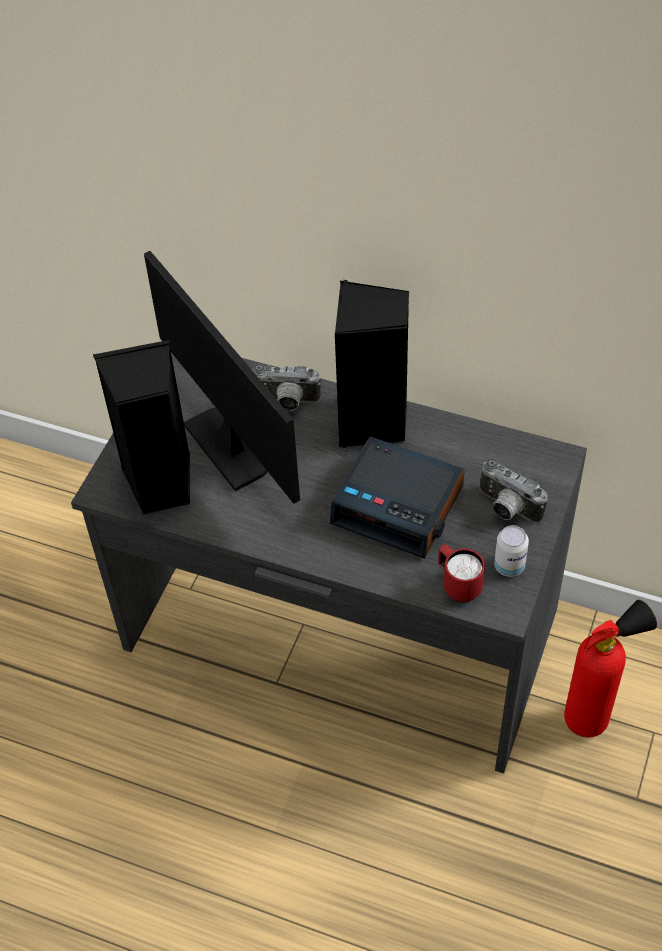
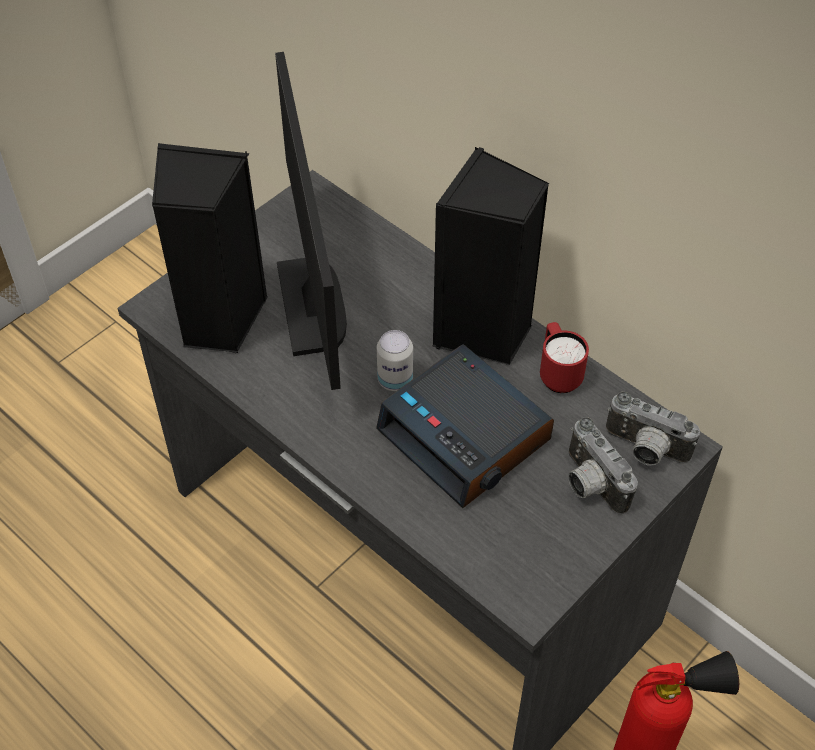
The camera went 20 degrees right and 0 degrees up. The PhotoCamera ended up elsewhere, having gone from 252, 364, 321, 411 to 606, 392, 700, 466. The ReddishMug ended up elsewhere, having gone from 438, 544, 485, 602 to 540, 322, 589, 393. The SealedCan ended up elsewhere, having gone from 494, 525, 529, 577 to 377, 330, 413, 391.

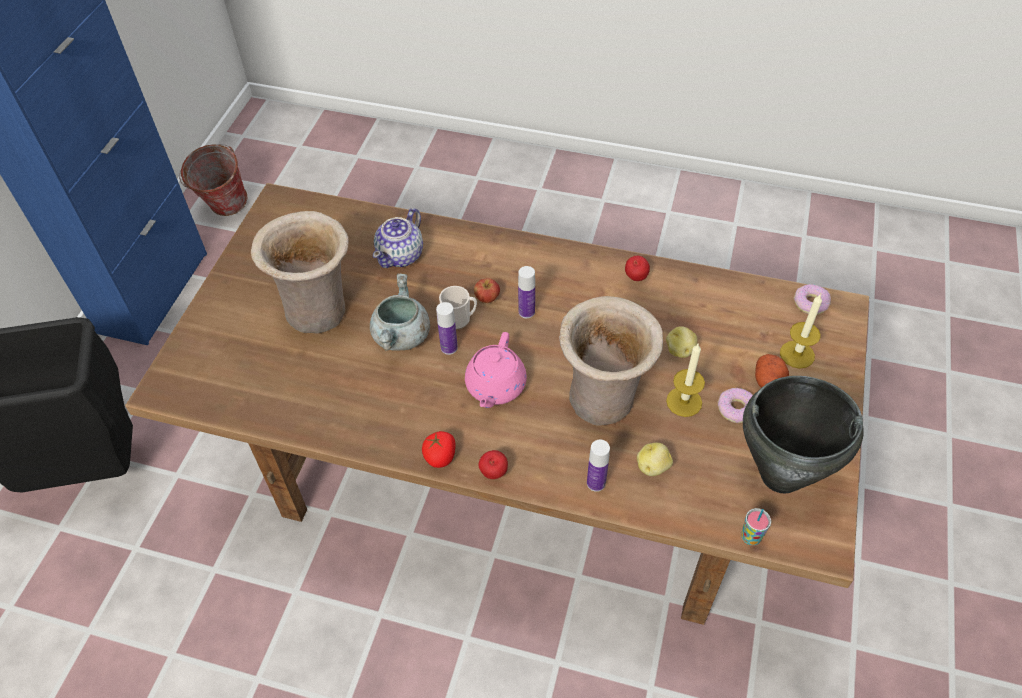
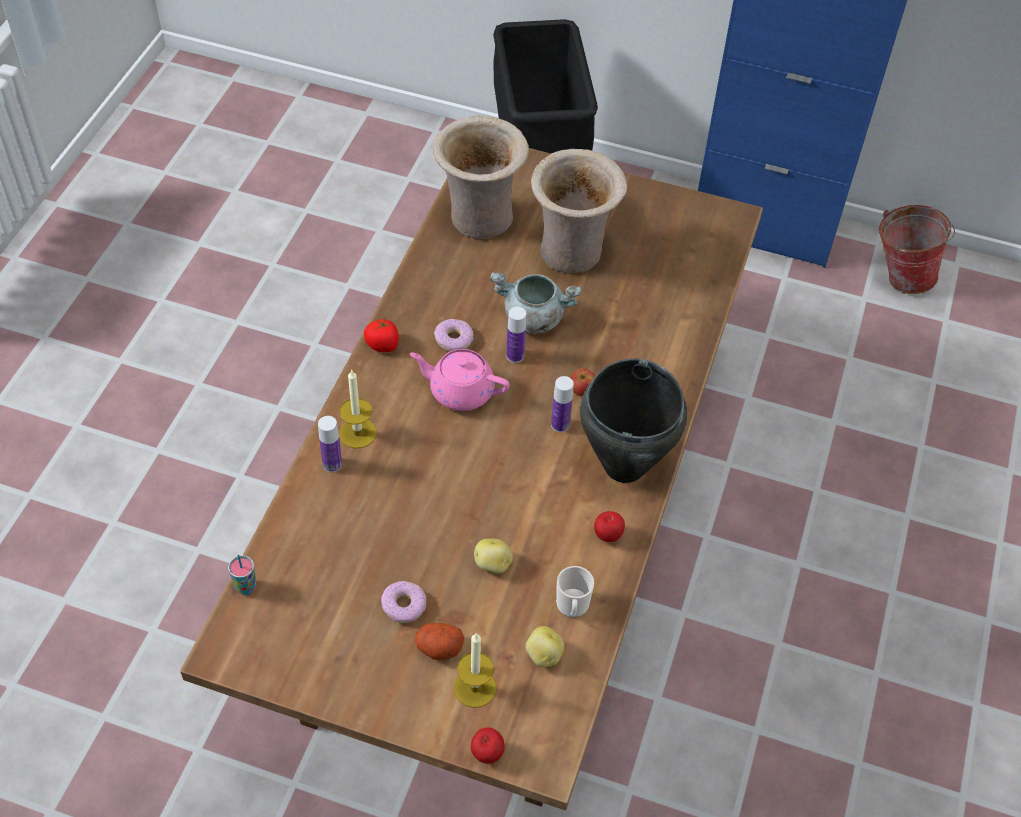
The camera went 90 degrees right and 0 degrees up. The second view lost the PotForTea at 373, 208, 423, 268. The Mug ended up elsewhere, having gone from 439, 286, 477, 330 to 556, 566, 594, 617. The AppleFruit ended up elsewhere, having gone from 479, 450, 508, 479 to 471, 727, 505, 764. The BeigeDecorativeVase ended up elsewhere, having gone from 559, 296, 663, 425 to 433, 116, 529, 239. The WholePotato ended up elsewhere, having gone from 637, 443, 673, 476 to 526, 626, 564, 667. The WaxLight ended up elsewhere, having gone from 666, 344, 705, 417 to 339, 369, 376, 448. The BlackStockpot ended up elsewhere, having gone from 743, 376, 864, 494 to 580, 359, 687, 483. The Donut ended up elsewhere, having gone from 794, 284, 831, 315 to 434, 319, 473, 351.

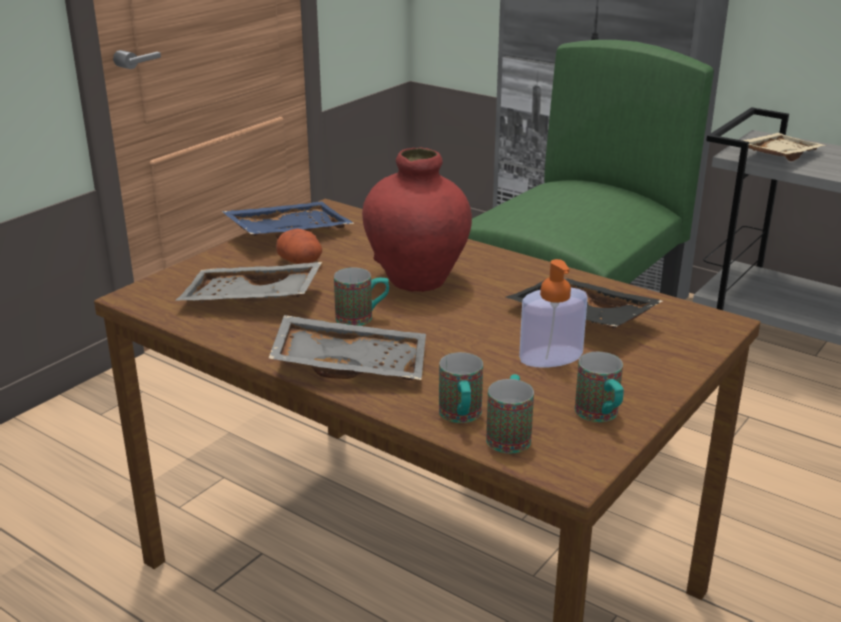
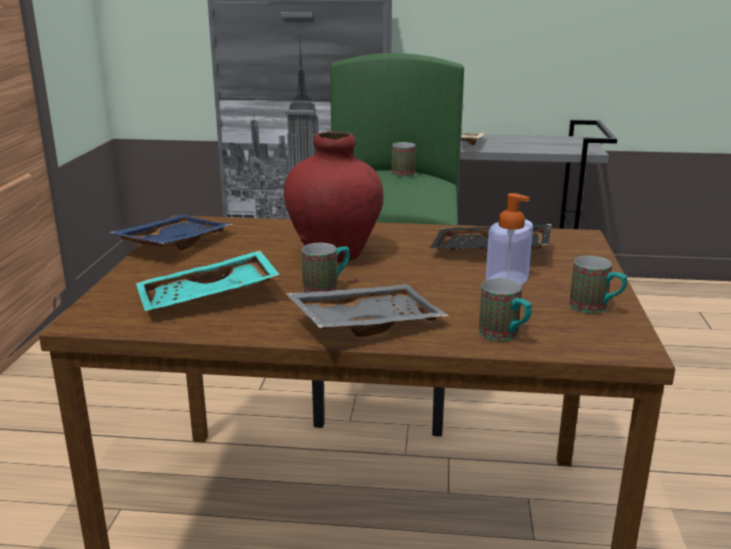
The camera went 30 degrees left and 5 degrees down. What was the GreyCarryingTray at 175, 262, 322, 303 turned into the TurquoiseColouredCarryingTray at 136, 250, 280, 311. The second view lost the WholePotato at 276, 228, 322, 264. The Mug ended up elsewhere, having gone from 486, 374, 534, 453 to 392, 142, 416, 177.

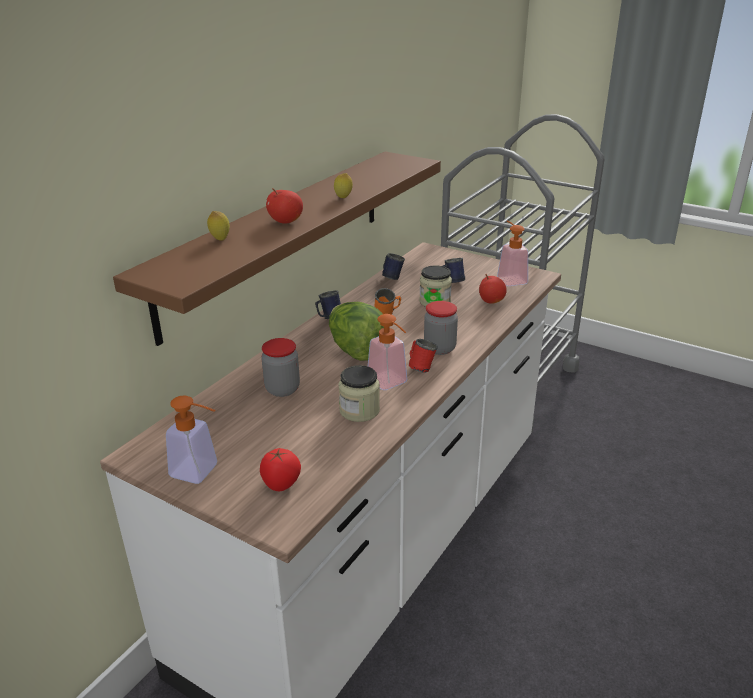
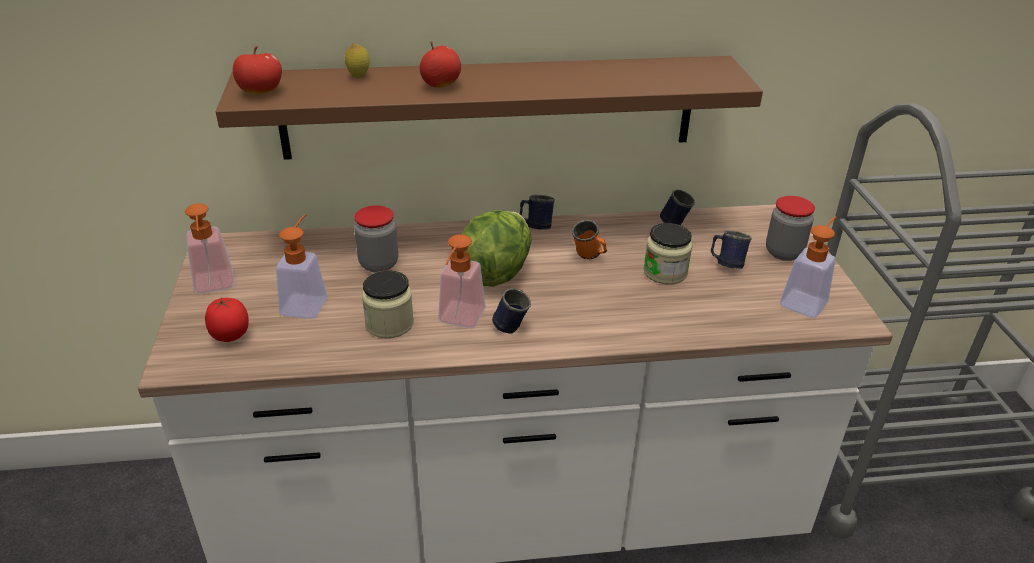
The camera went 50 degrees right and 5 degrees up. The second view lost the Lemon at 334, 173, 353, 198. What was the ReddishMug at 409, 339, 438, 373 turned into the BlueMug at 492, 289, 531, 334. The PreserveJar ended up elsewhere, having gone from 424, 301, 458, 355 to 766, 196, 815, 261. The AppleFruit ended up elsewhere, having gone from 479, 274, 507, 304 to 233, 46, 282, 94. The second view gained the SoapDispenser at 276, 214, 327, 319.

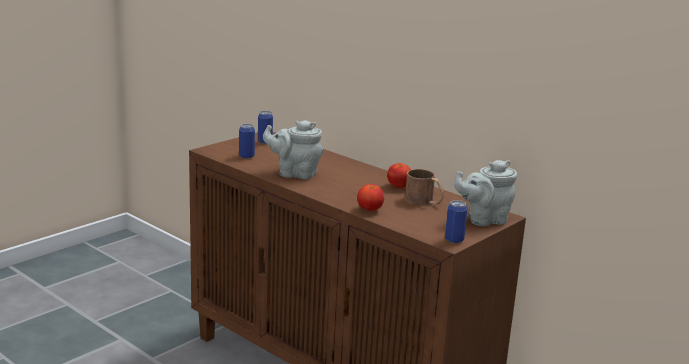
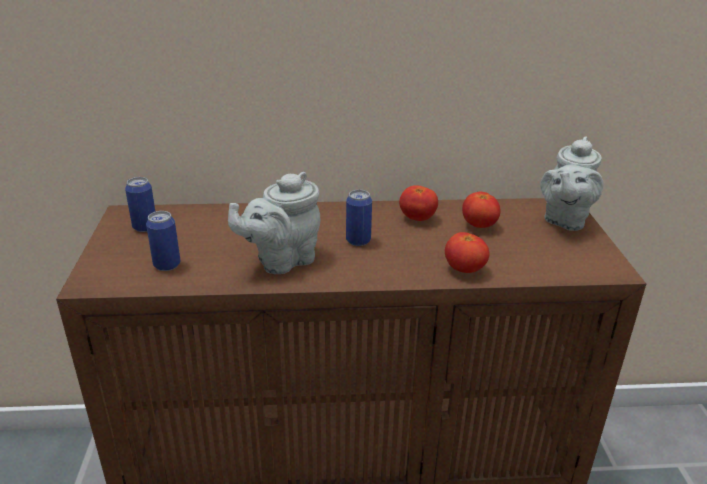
The camera went 45 degrees left and 10 degrees up. Where the BrownMug stood at 405, 169, 444, 205, the FreshTomato came to stand at 462, 192, 501, 228. The SealedCan ended up elsewhere, having gone from 445, 200, 467, 243 to 346, 190, 372, 246.

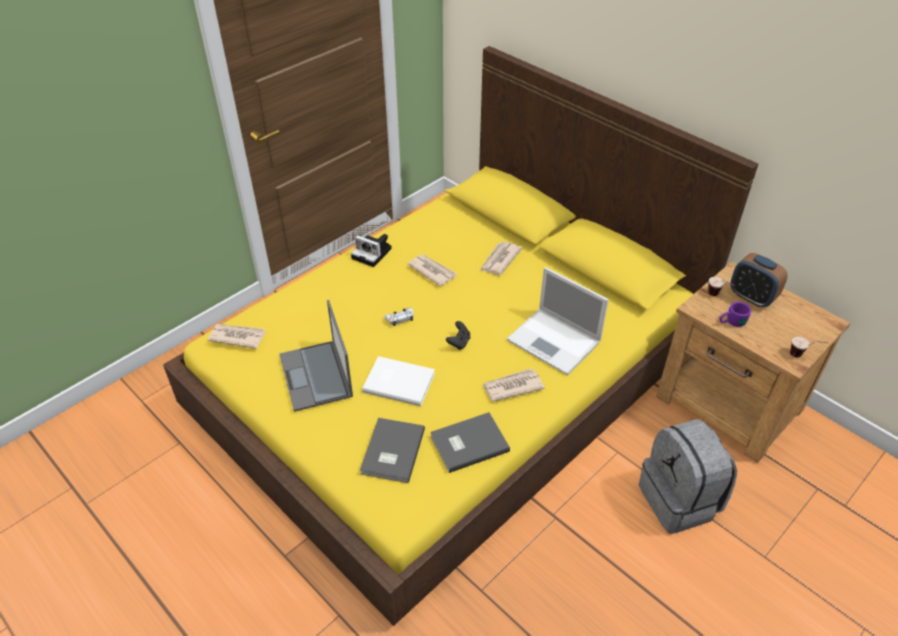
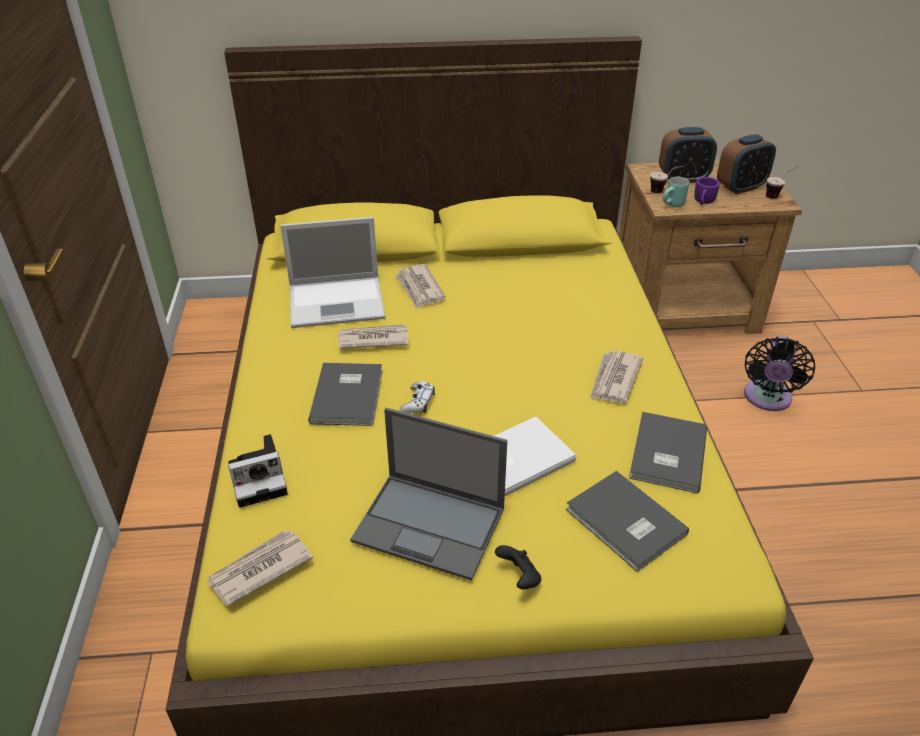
The camera went 50 degrees left and 5 degrees down. The PhotoCamera ended up elsewhere, having gone from 351, 234, 392, 267 to 228, 434, 288, 508. The BlackGamepad ended up elsewhere, having gone from 446, 321, 470, 350 to 495, 545, 541, 589. The PortableComputer ended up elsewhere, having gone from 507, 267, 609, 375 to 280, 217, 385, 328. Where the GreyBackpack stood at 639, 419, 737, 534, the BlackCoolingFan came to stand at 744, 336, 815, 411. The second view gained the GreyVolume at 308, 363, 382, 426. The second view gained the TurquoiseColouredMug at 663, 177, 689, 207. The second view gained the BedsideClock at 717, 134, 776, 194.

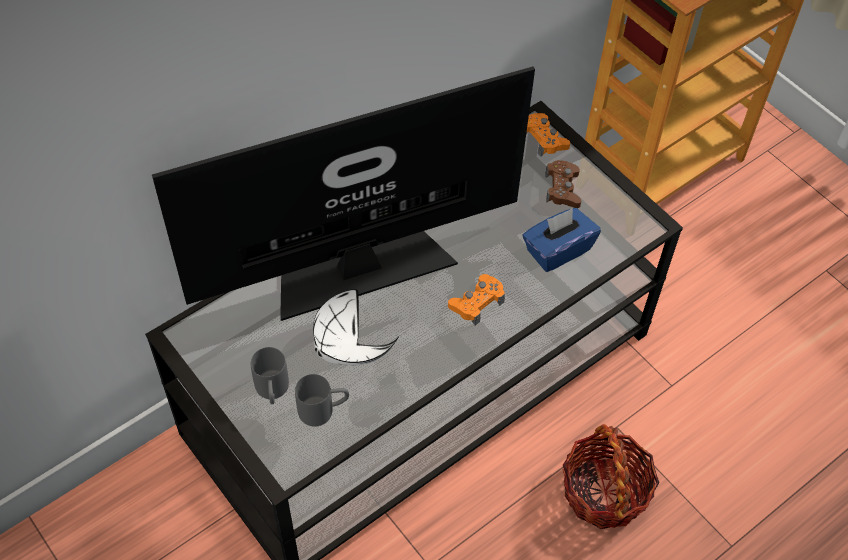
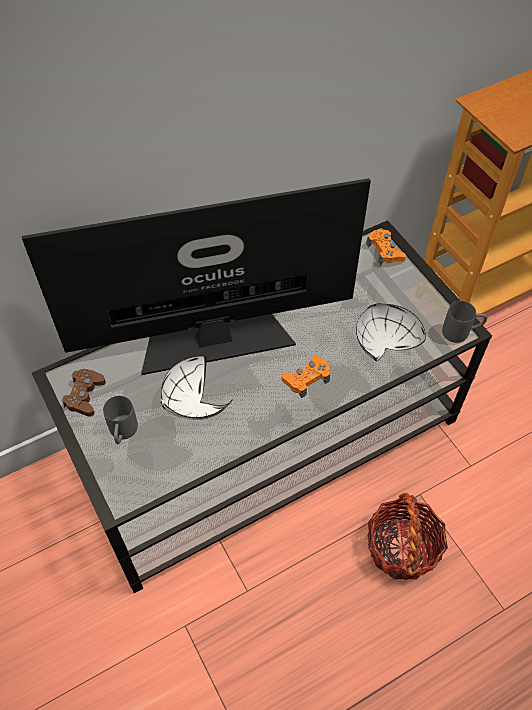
The camera went 10 degrees right and 0 degrees up. The GreyMug ended up elsewhere, having gone from 295, 374, 349, 427 to 442, 301, 487, 343. Where the BlueBoxOfTissues stood at 523, 208, 601, 272, the WhiteDeepDish came to stand at 356, 304, 426, 361. The BrownGamepad ended up elsewhere, having gone from 546, 160, 581, 208 to 62, 369, 106, 416.

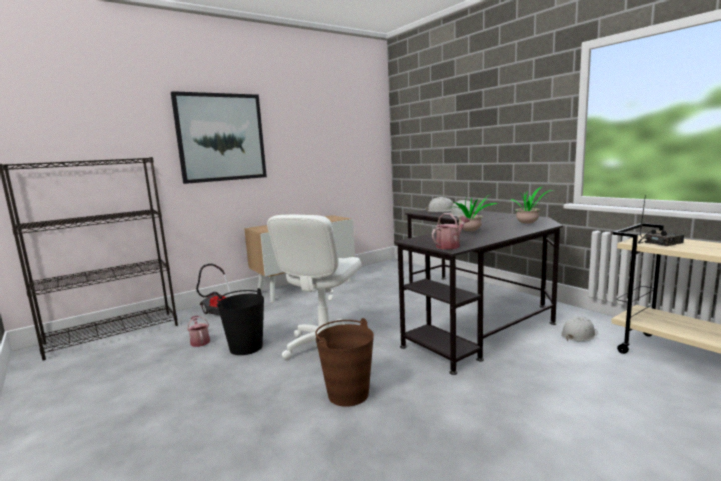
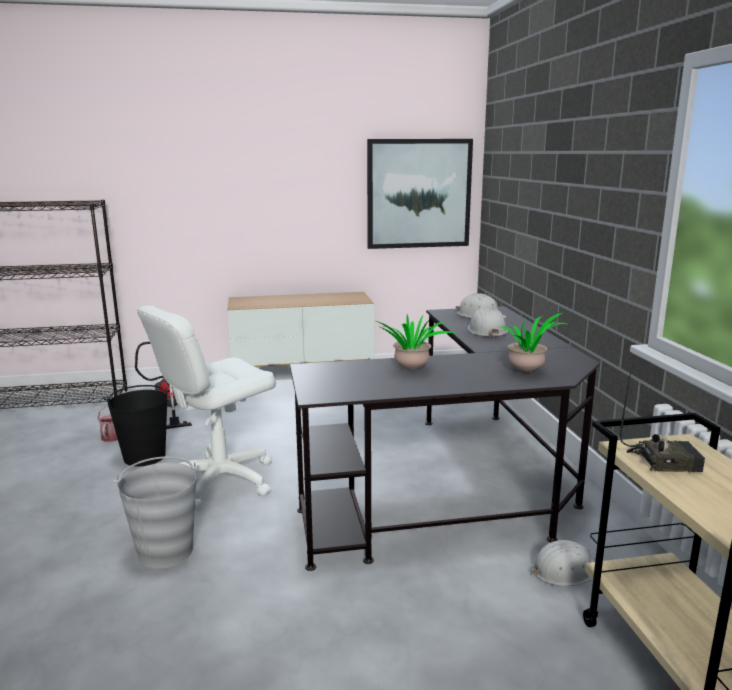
The camera went 25 degrees right and 5 degrees up. The Picture ended up elsewhere, having gone from 171, 91, 267, 184 to 367, 139, 473, 249. What was the BrownPail at 315, 318, 374, 407 turned into the GreyPail at 113, 456, 199, 569. The second view lost the WateringPot at 432, 213, 470, 250.

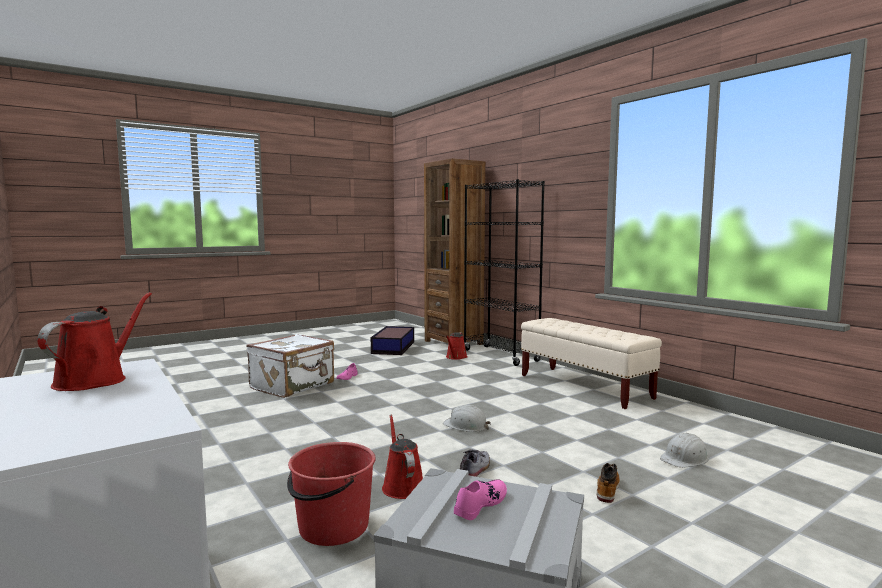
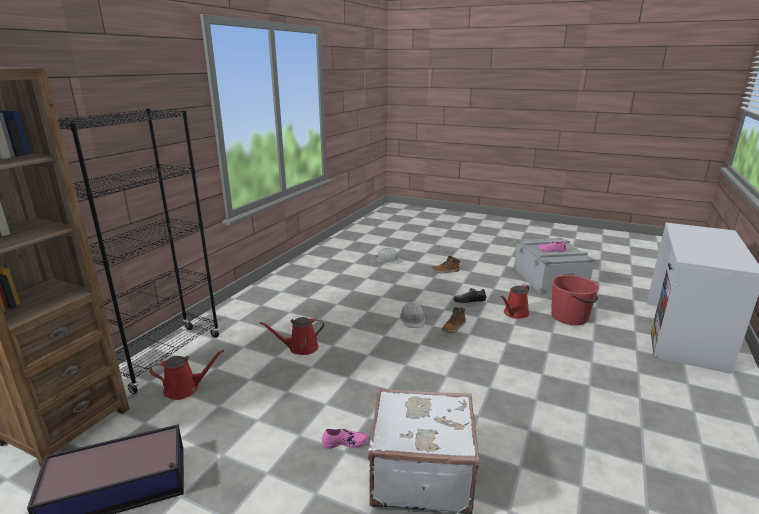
The camera went 120 degrees left and 15 degrees up. The ReddishWateringPot ended up elsewhere, having gone from 37, 292, 152, 391 to 259, 317, 324, 355. The second view lost the BeigeBench at 521, 318, 662, 409. The second view gained the HighTopBoot at 442, 307, 466, 333.

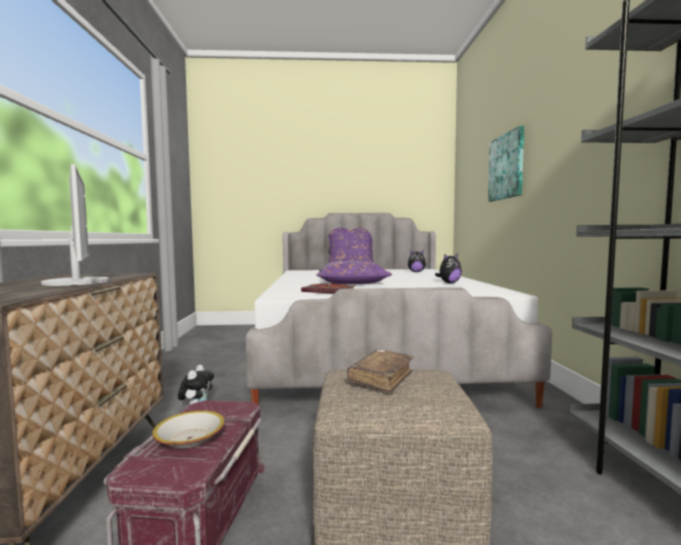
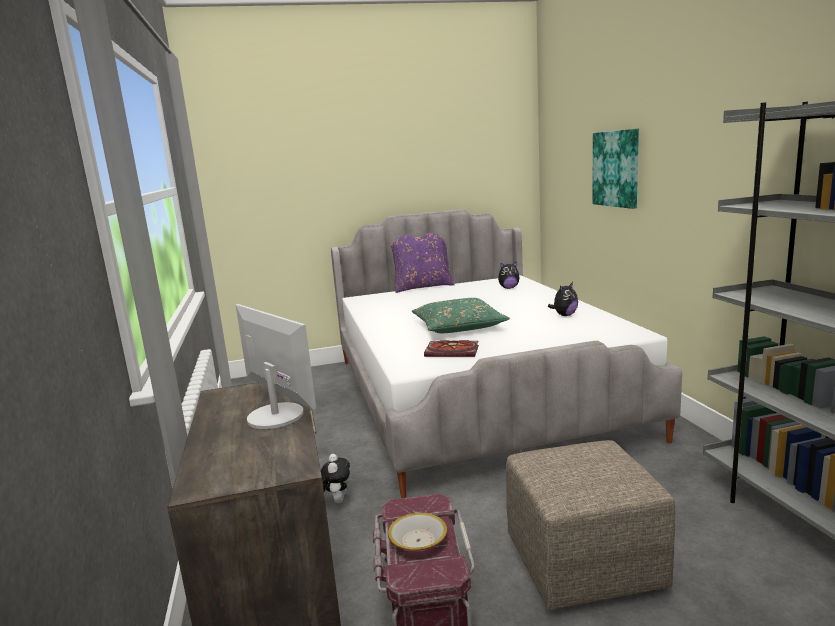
The camera went 10 degrees left and 10 degrees up. What was the PurpleColouredCushion at 316, 261, 392, 284 turned into the GreenishCushion at 412, 298, 510, 333. The second view lost the BrownVolume at 347, 349, 414, 394.

